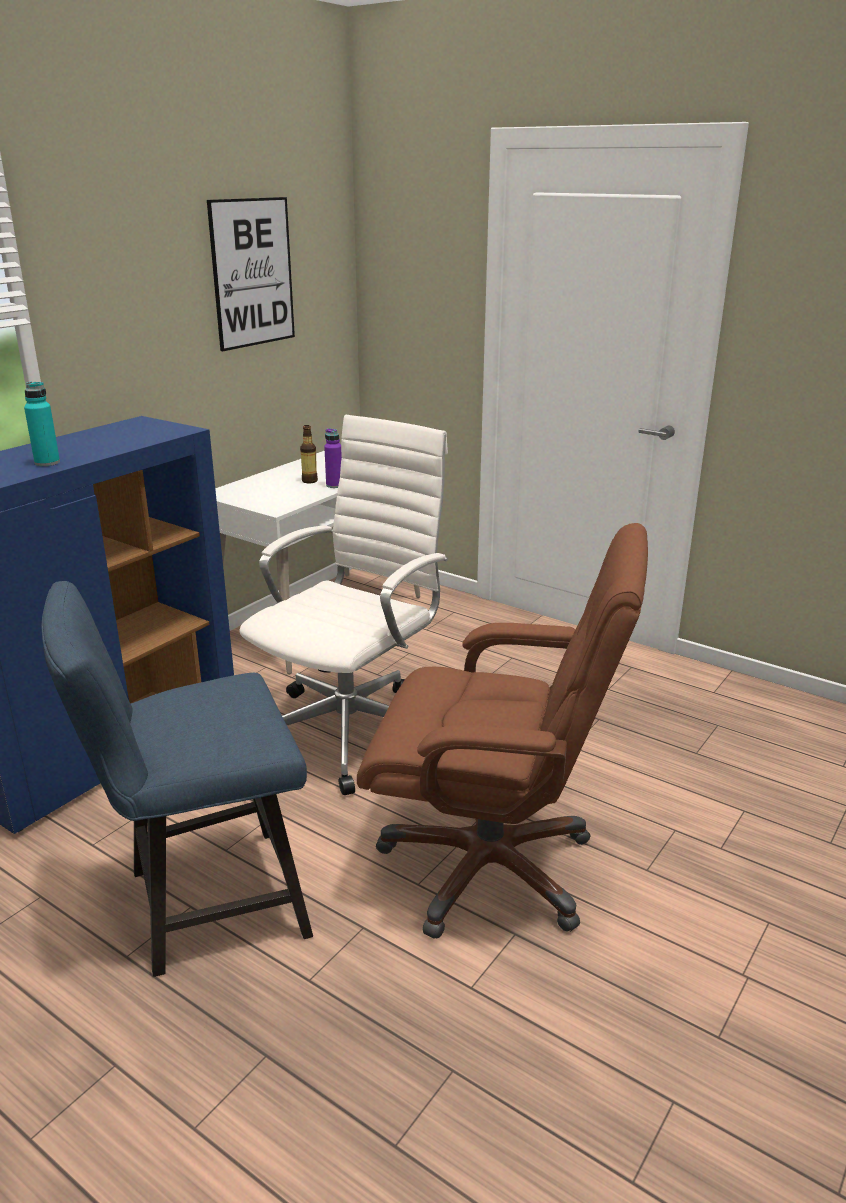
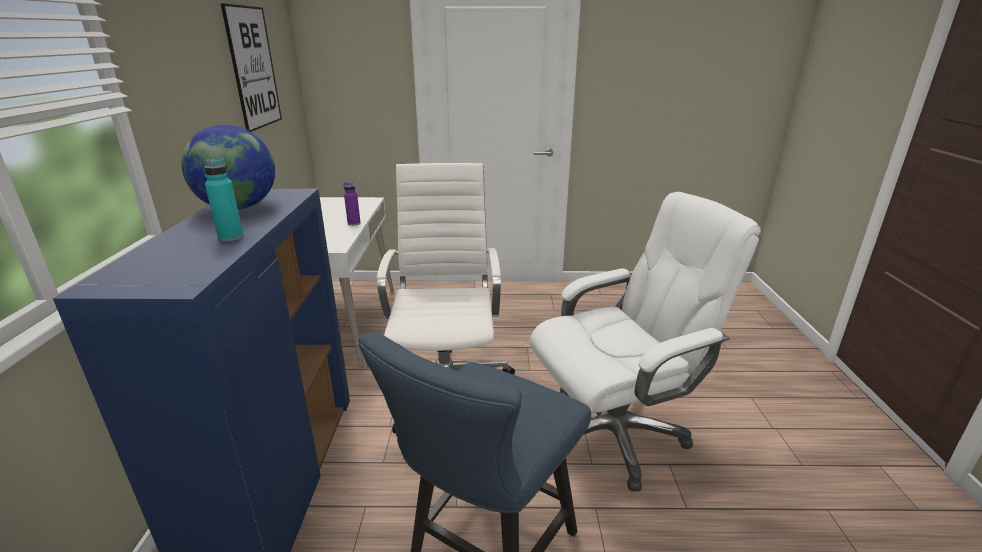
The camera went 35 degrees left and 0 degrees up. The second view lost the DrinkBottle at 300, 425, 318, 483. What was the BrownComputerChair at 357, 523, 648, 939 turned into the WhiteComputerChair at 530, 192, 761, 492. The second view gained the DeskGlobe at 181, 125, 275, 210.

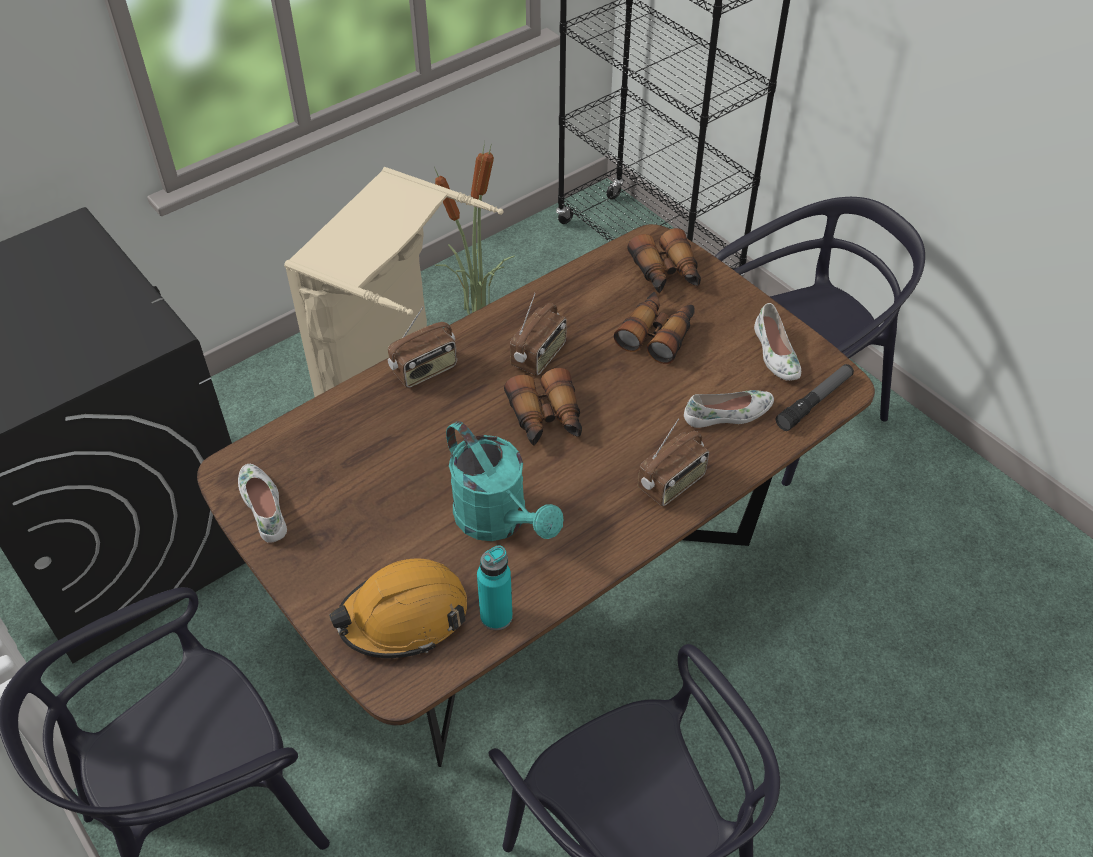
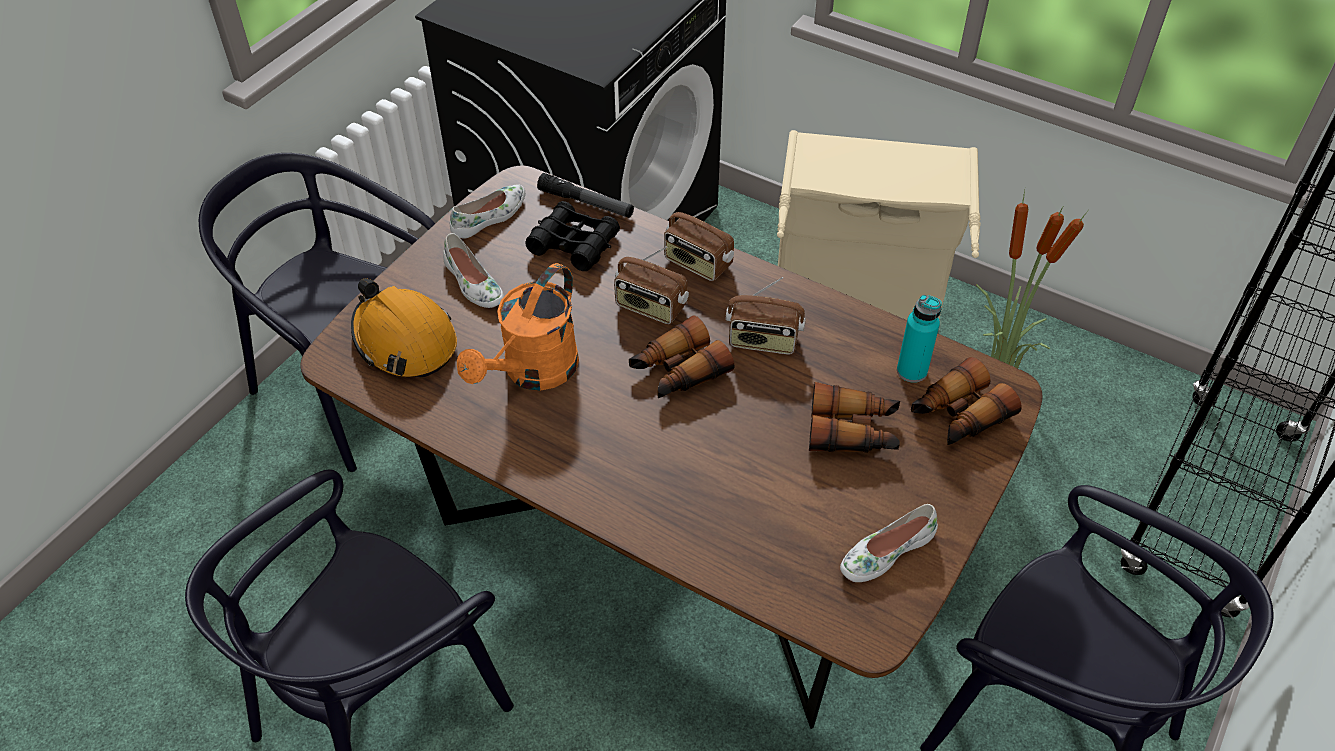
The camera went 70 degrees right and 0 degrees up. What was the TurquoiseColouredWateringPot at 446, 421, 563, 541 turned into the OrangeColouredWateringPot at 457, 263, 579, 391. The TurquoiseColouredDrinkBottle ended up elsewhere, having gone from 477, 545, 513, 630 to 897, 295, 942, 383. The RadioReceiver ended up elsewhere, having gone from 638, 419, 709, 506 to 614, 246, 689, 325. The WhiteShoe ended up elsewhere, having gone from 684, 390, 774, 428 to 443, 233, 504, 308. The Flashlight ended up elsewhere, having gone from 776, 364, 854, 431 to 537, 173, 634, 218. The second view gained the BlackBinoculars at 525, 201, 620, 271.

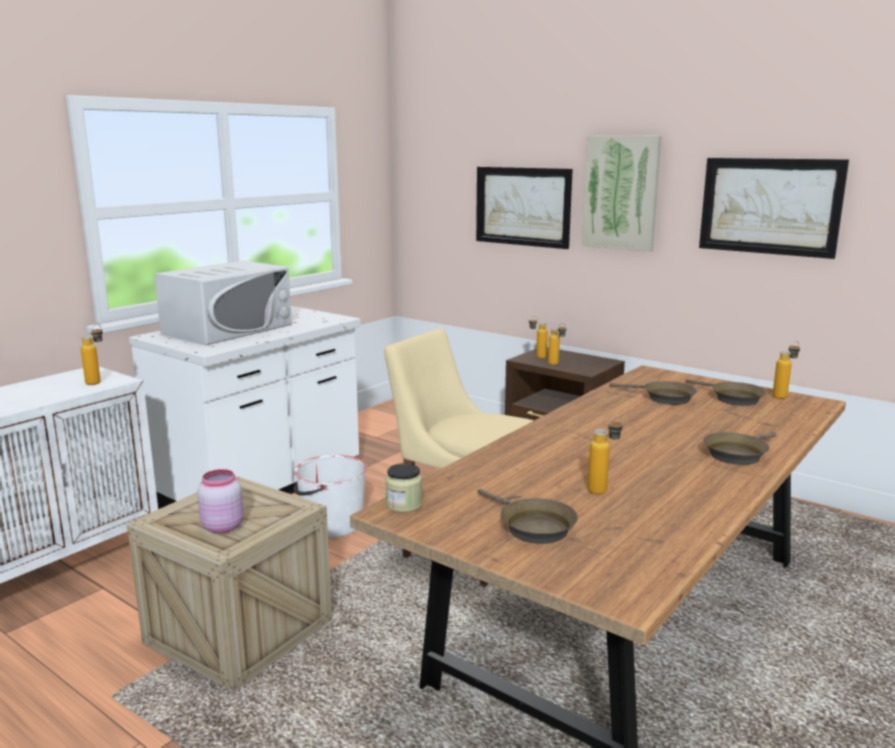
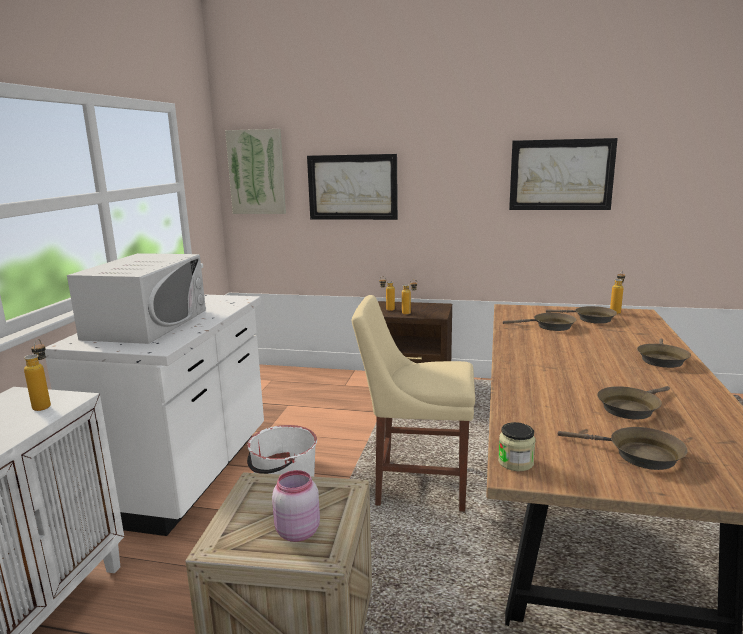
The camera went 25 degrees left and 0 degrees up. The Picture ended up elsewhere, having gone from 582, 136, 662, 252 to 225, 129, 286, 214. Where the DrinkBottle stood at 588, 415, 623, 494, the BrownFryingPan came to stand at 597, 386, 670, 420.

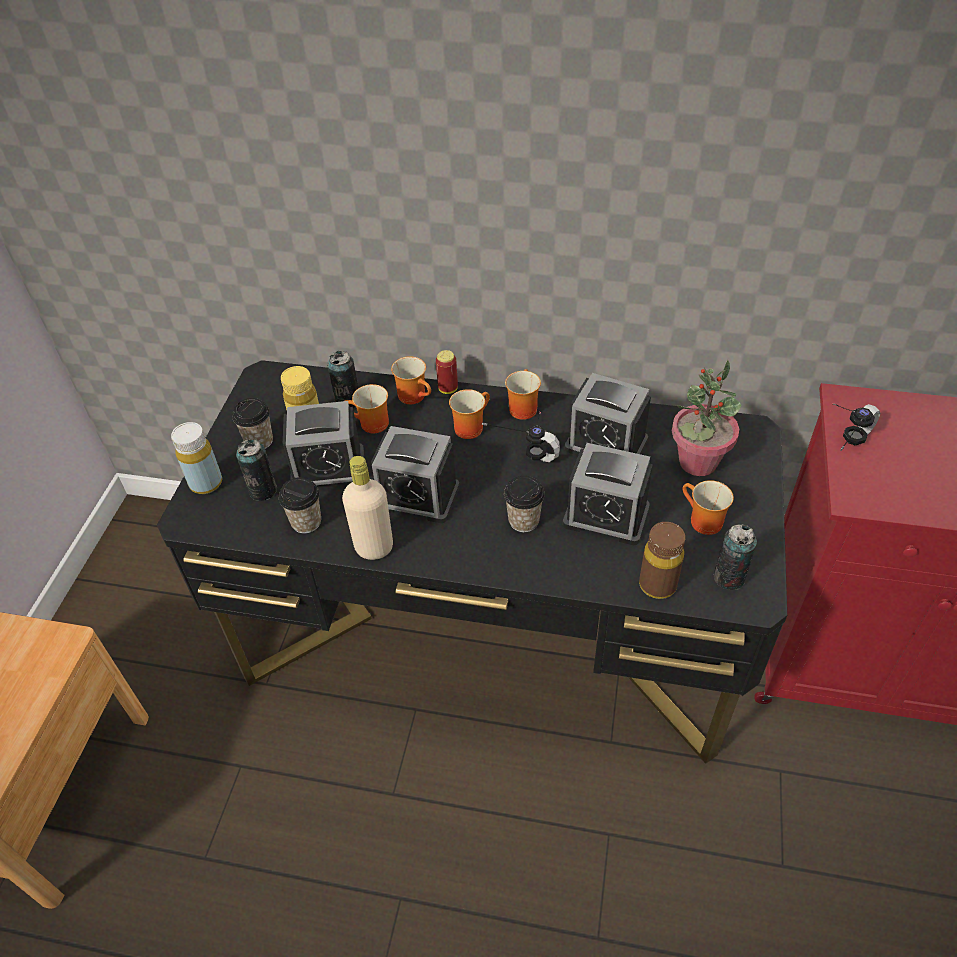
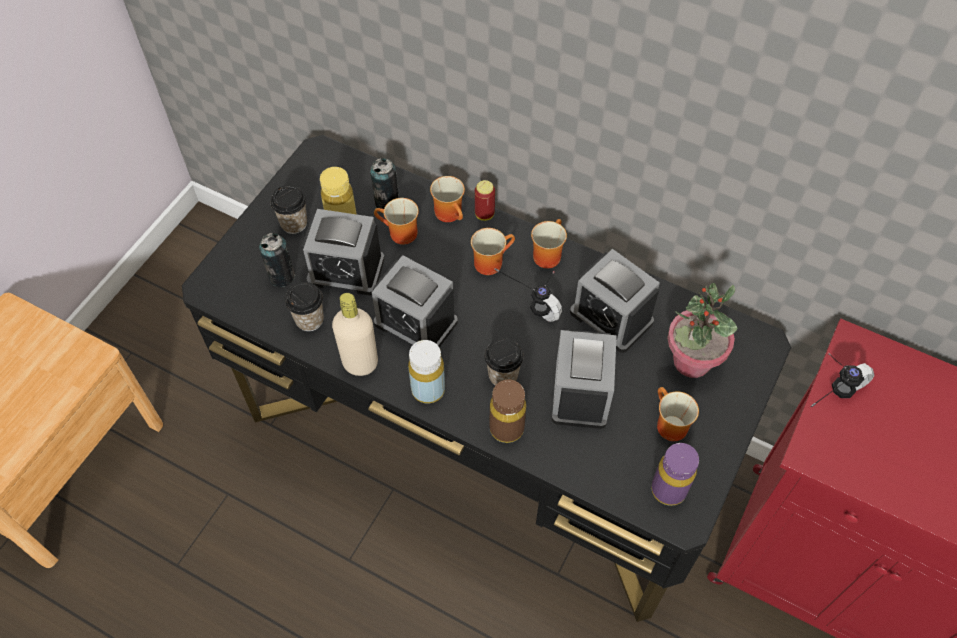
The camera went 15 degrees right and 10 degrees up. The YellowDrinkBottle ended up elsewhere, having gone from 171, 422, 222, 494 to 408, 340, 445, 403. The BedsideClock at 563, 443, 653, 545 ended up facing another way, 60 degrees clockwise from before. The BrownDrinkBottle ended up elsewhere, having gone from 639, 522, 685, 599 to 489, 380, 526, 443. Where the SealedCan stood at 713, 524, 757, 590, the PurpleColouredDrinkBottle came to stand at 651, 443, 699, 506.

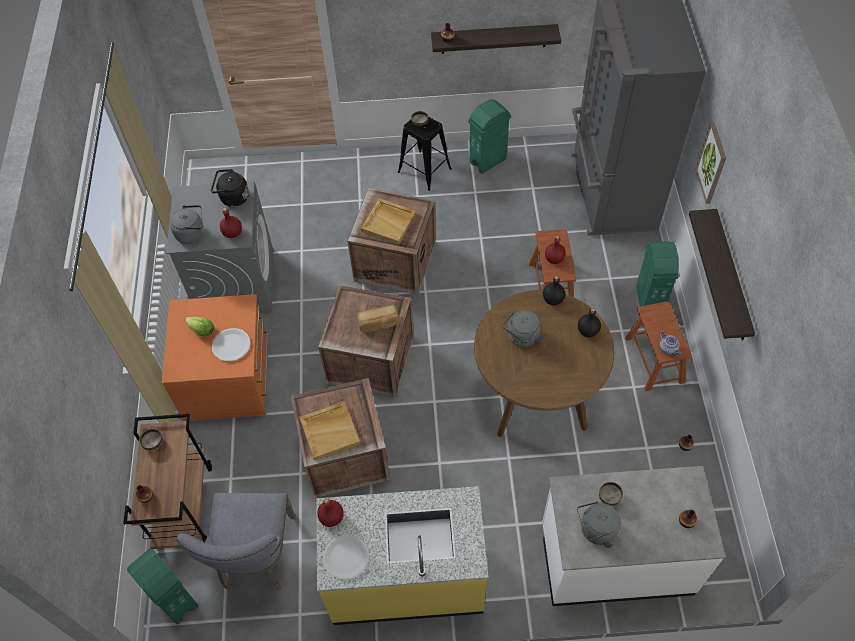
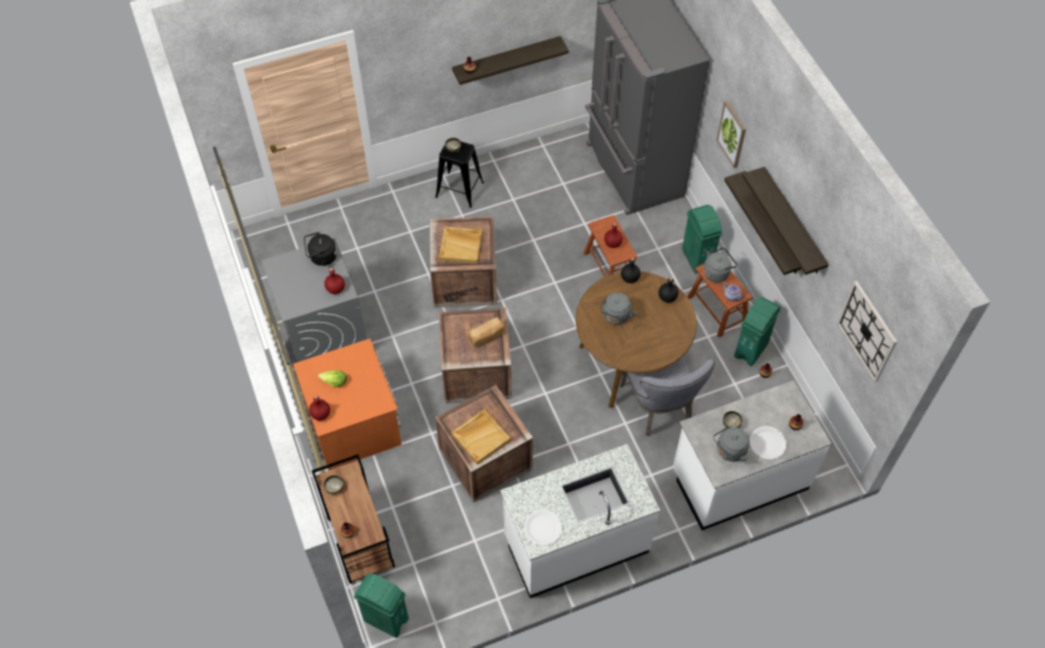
The camera went 20 degrees left and 0 degrees up. The GreyKettle ended up elsewhere, having gone from 170, 205, 204, 244 to 703, 248, 737, 283. The GreyPlainChair ended up elsewhere, having gone from 176, 493, 296, 590 to 619, 356, 715, 436. The WhiteFlatDish ended up elsewhere, having gone from 212, 328, 251, 361 to 749, 426, 787, 460. What was the YellowCounter at 317, 486, 489, 625 turned into the WhiteCounter at 500, 444, 660, 598. The ReddishDrinkBottle ended up elsewhere, having gone from 317, 499, 344, 527 to 309, 395, 330, 421. The GreenishTrashCan ended up elsewhere, having gone from 468, 99, 511, 174 to 734, 297, 781, 367. The second view gained the Shelf at 742, 167, 829, 275. The second view gained the HangingClock at 837, 281, 897, 382.

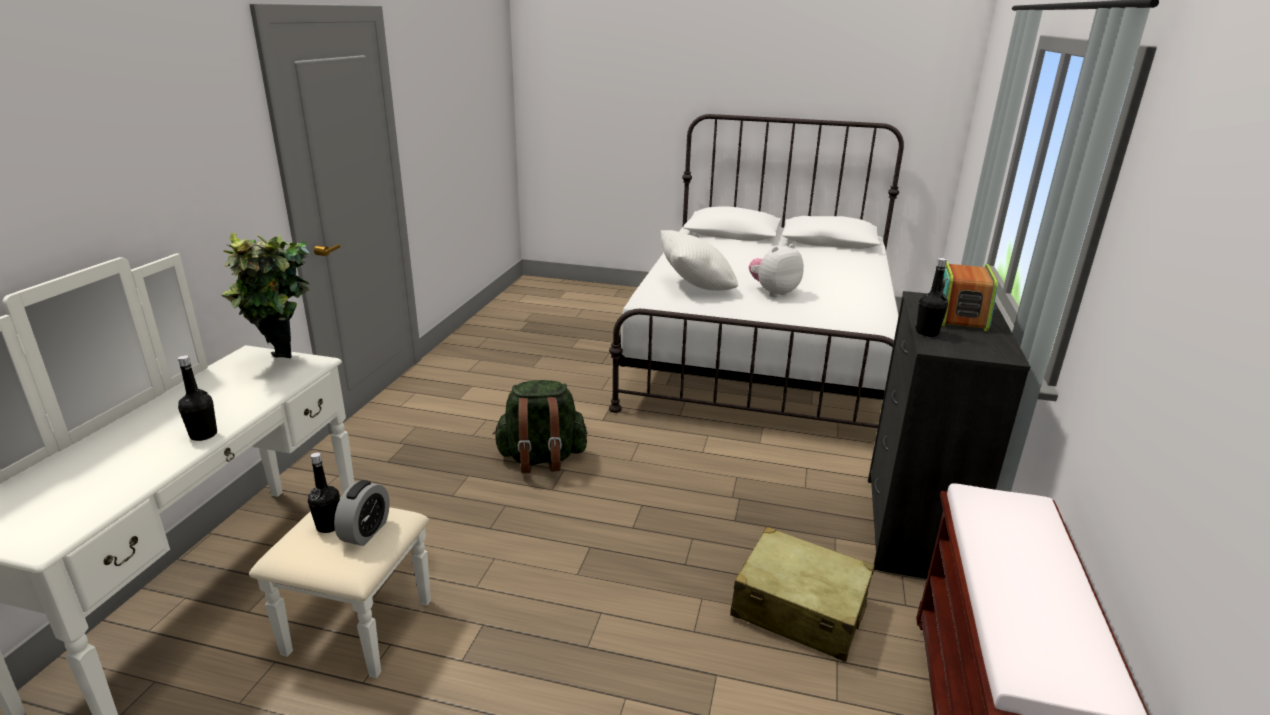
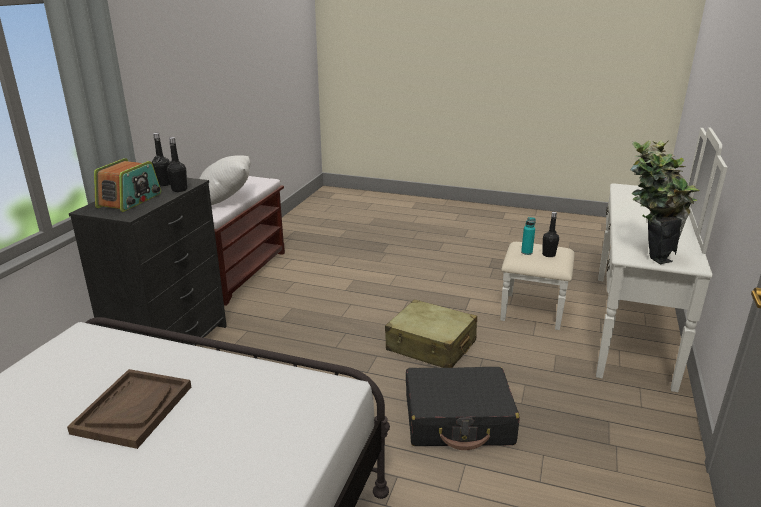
The camera went 175 degrees left and 0 degrees up. The BlackDrinkBottle ended up elsewhere, having gone from 178, 355, 217, 441 to 152, 133, 170, 186. Where the BedsideClock stood at 334, 480, 390, 546, the TurquoiseColouredDrinkBottle came to stand at 521, 217, 536, 255. Where the GreenishBackpack stood at 493, 380, 587, 473, the BlackPieceOfLuggage came to stand at 406, 367, 520, 450. The WhiteCushion ended up elsewhere, having gone from 661, 230, 738, 291 to 199, 155, 250, 205. The BeigePieceOfLuggage ended up elsewhere, having gone from 730, 527, 875, 662 to 385, 299, 477, 368. Where the CuddlyToy stood at 749, 244, 804, 297, the BrownCarryingTray came to stand at 67, 369, 191, 449.

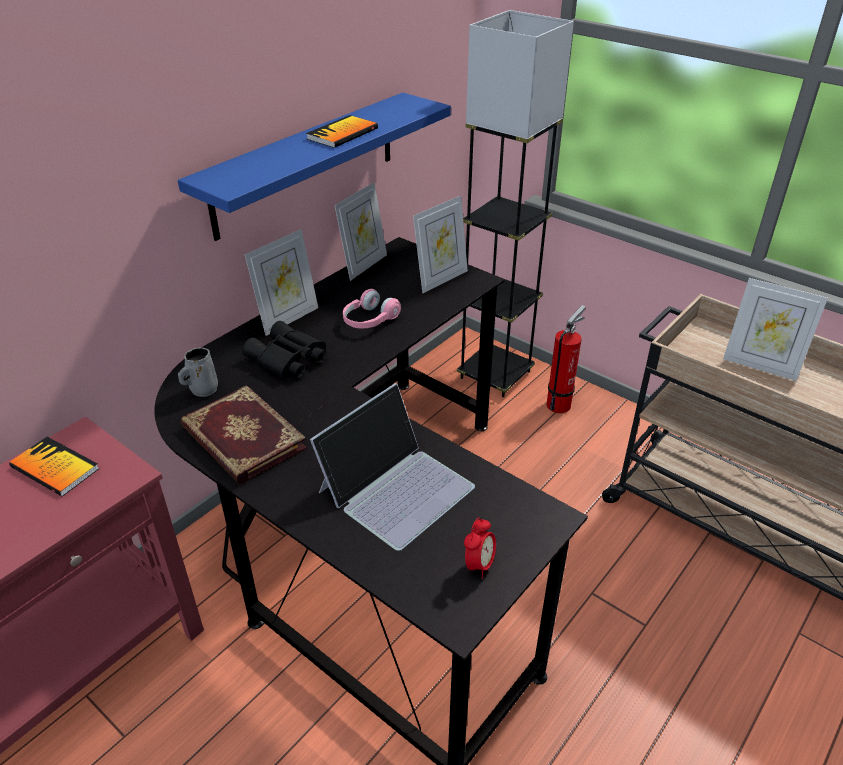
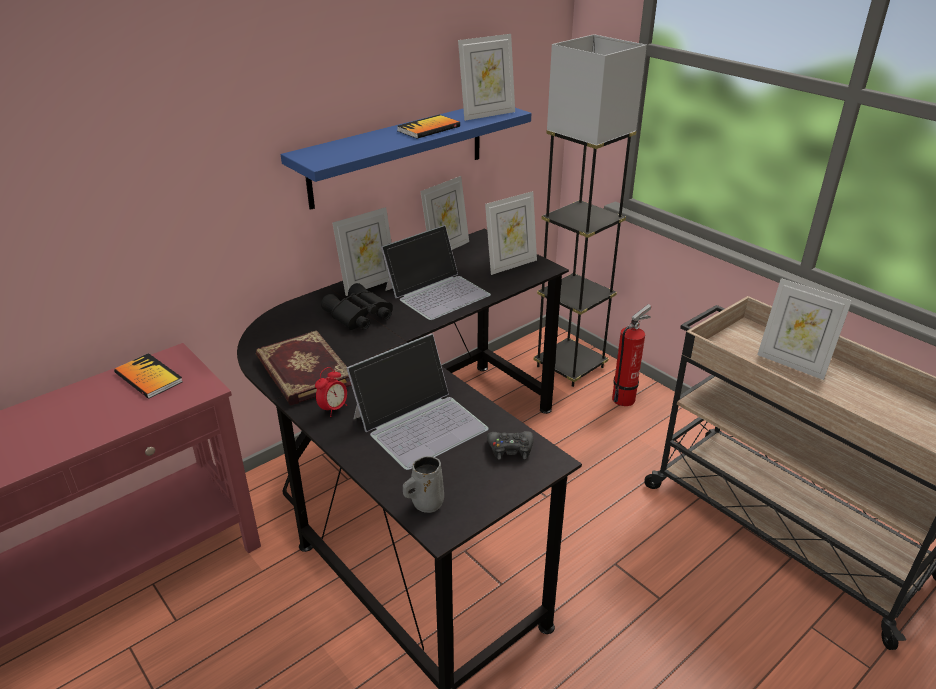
The camera went 10 degrees right and 5 degrees down. The GreyMug ended up elsewhere, having gone from 178, 347, 218, 397 to 403, 456, 444, 513. Where the PinkishHeadset stood at 343, 289, 401, 329, the PortableComputer came to stand at 381, 225, 491, 320. The BedsideClock ended up elsewhere, having gone from 464, 518, 496, 579 to 315, 367, 347, 417. The second view gained the StandingFrame at 458, 34, 515, 121. The second view gained the BlackGamepad at 487, 431, 534, 460.

